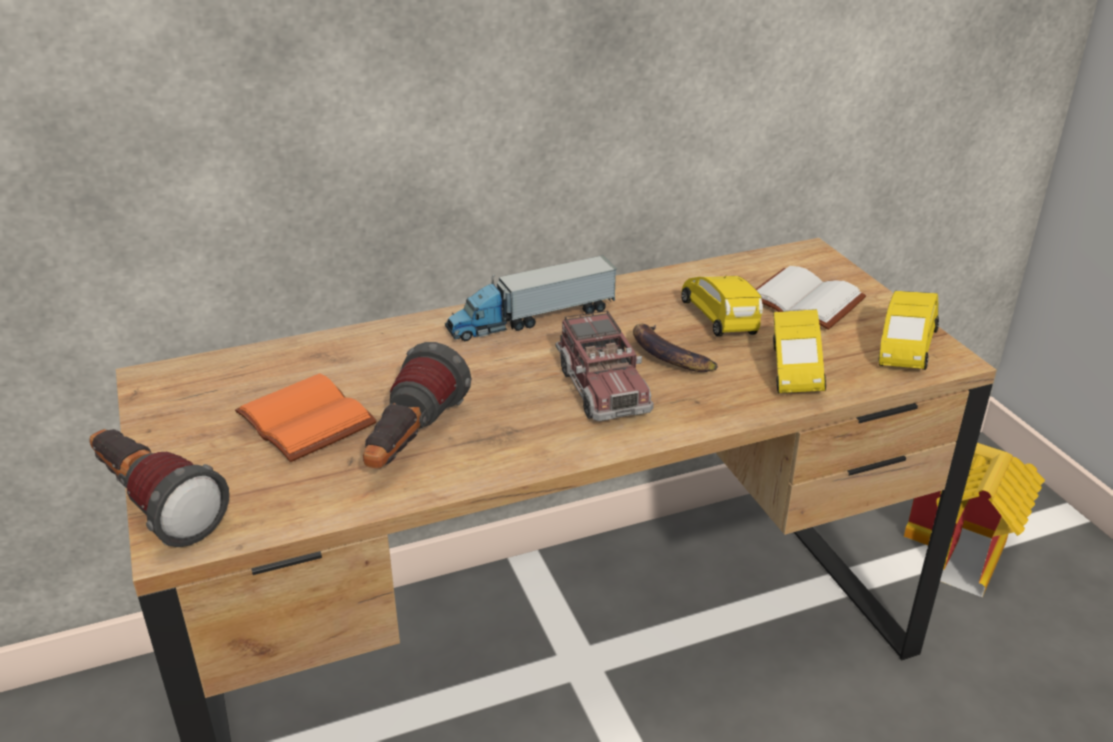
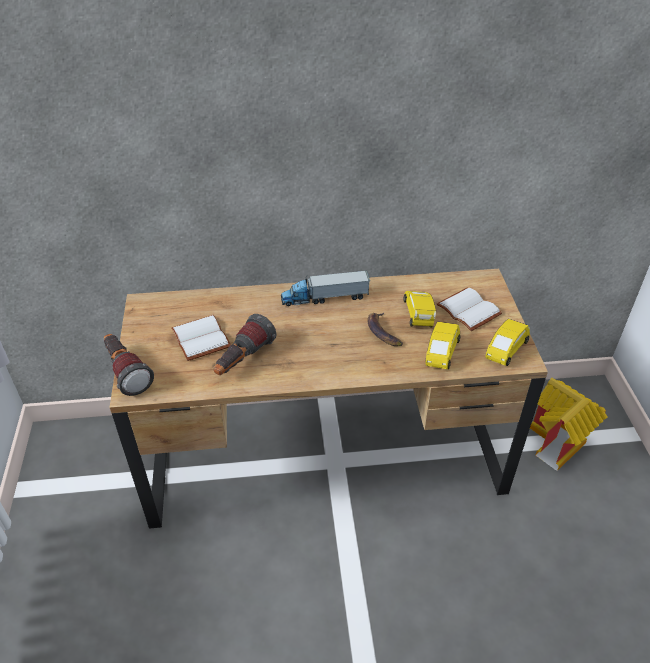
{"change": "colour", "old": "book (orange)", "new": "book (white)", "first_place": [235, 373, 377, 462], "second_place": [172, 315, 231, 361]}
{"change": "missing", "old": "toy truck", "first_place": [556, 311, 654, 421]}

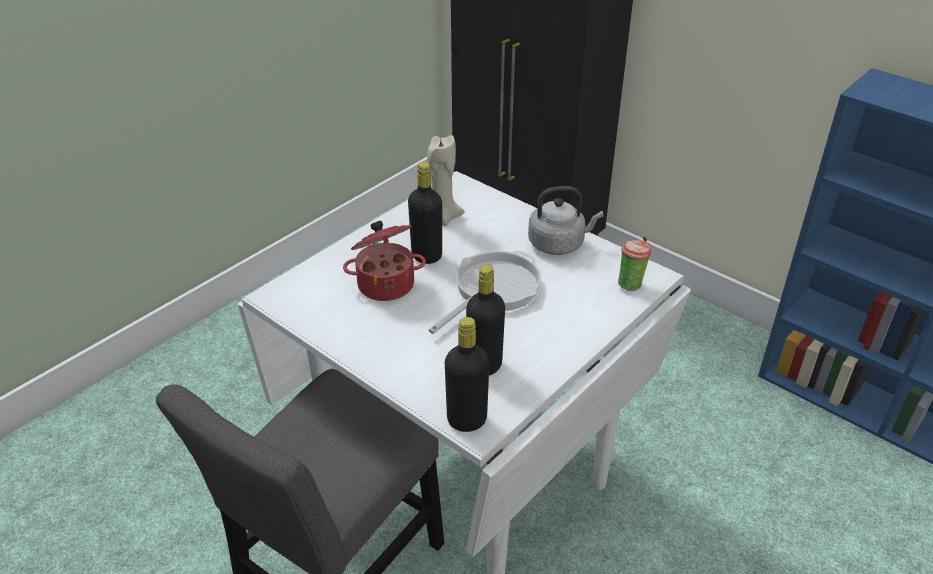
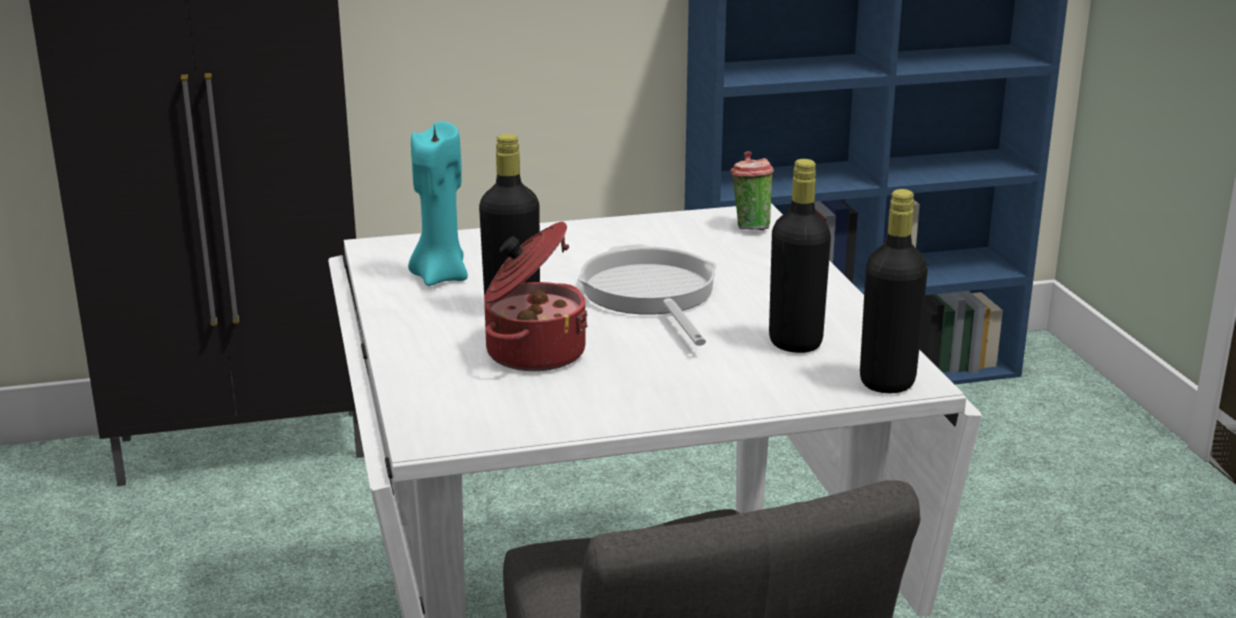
{"change": "colour", "old": "candle (beige)", "new": "candle (turquoise)", "first_place": [427, 135, 465, 226], "second_place": [408, 121, 468, 286]}
{"change": "missing", "old": "kettle (grey)", "first_place": [528, 186, 604, 255]}

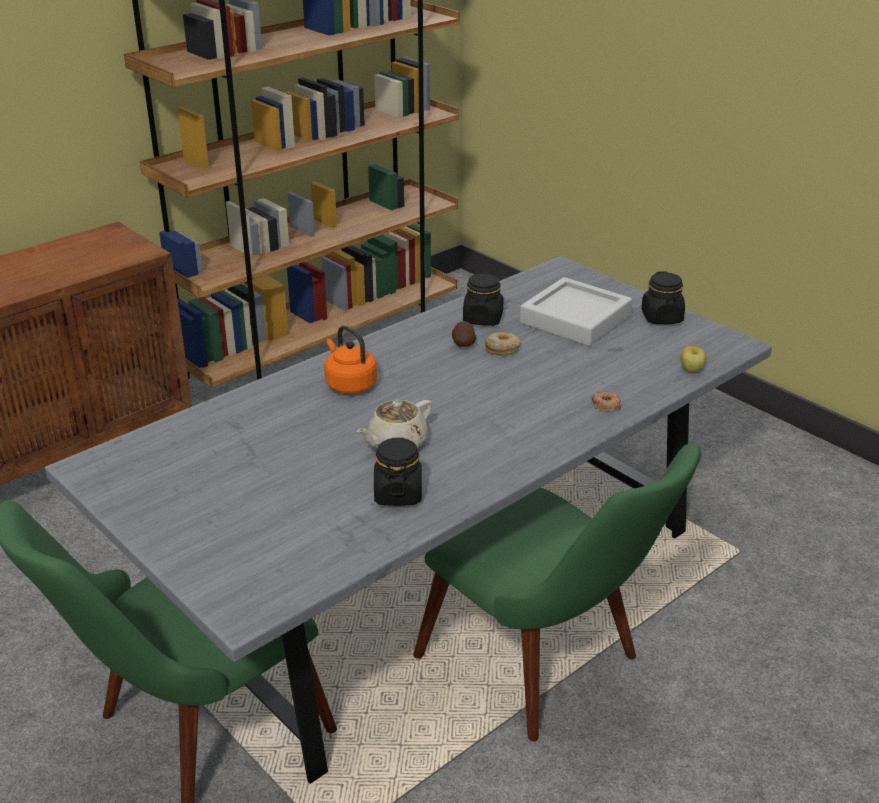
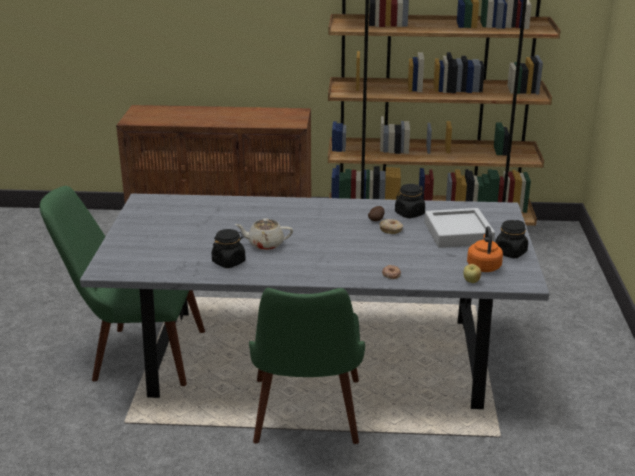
{"change": "relocated", "old": "kettle (orange)", "first_place": [324, 326, 377, 394], "second_place": [467, 226, 503, 272]}

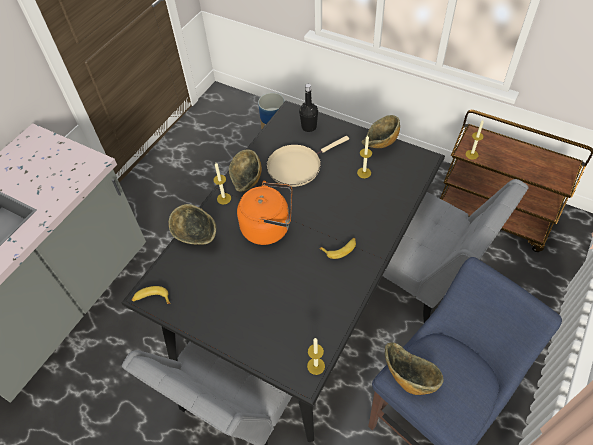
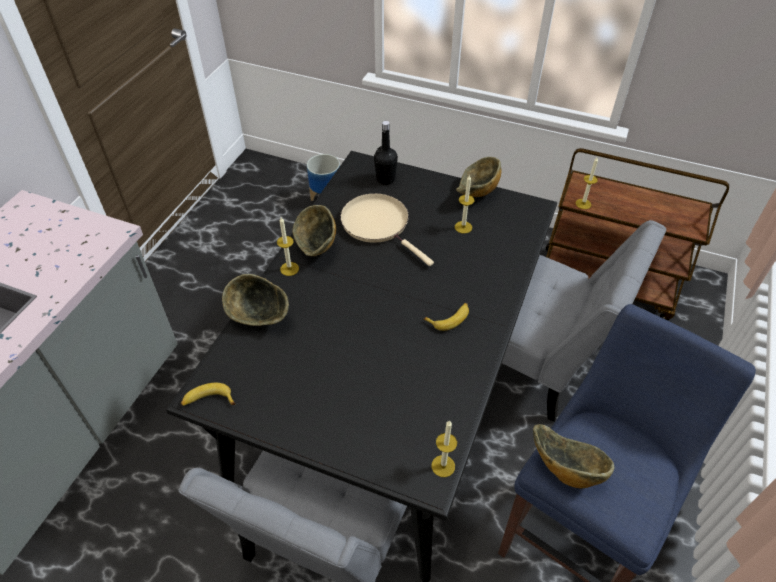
{"change": "spun", "old": "frying pan (beige)", "first_place": [267, 136, 349, 187], "second_place": [340, 193, 434, 266], "degrees": 90}
{"change": "missing", "old": "kettle (orange)", "first_place": [237, 181, 292, 245]}

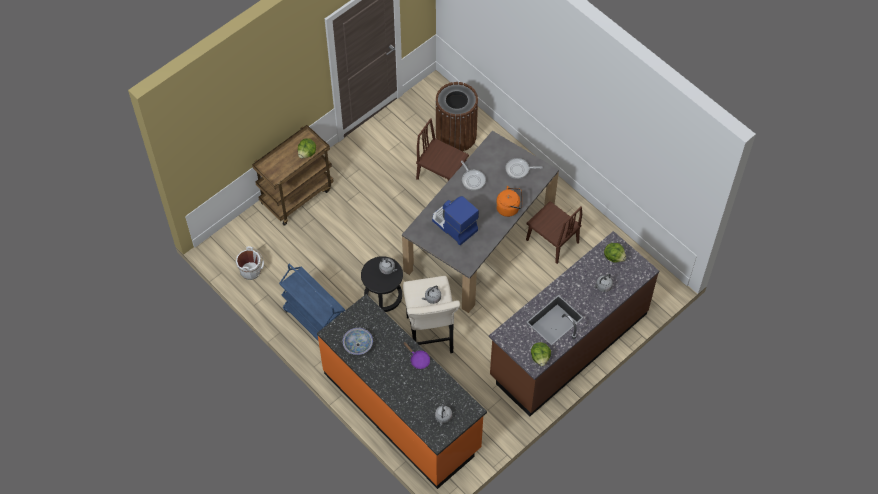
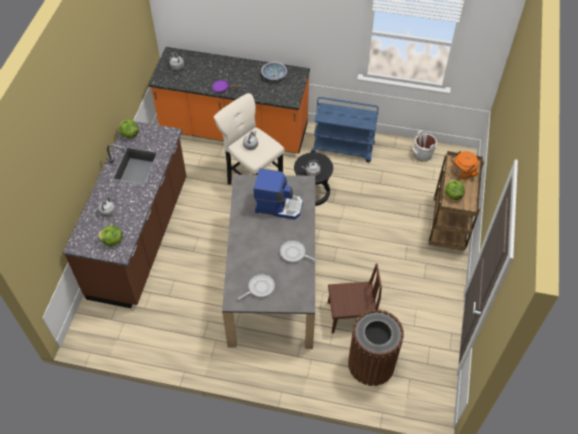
{"change": "relocated", "old": "kettle (orange)", "first_place": [496, 186, 522, 217], "second_place": [450, 151, 479, 178]}
{"change": "missing", "old": "chair (brown)", "first_place": [526, 201, 582, 264]}

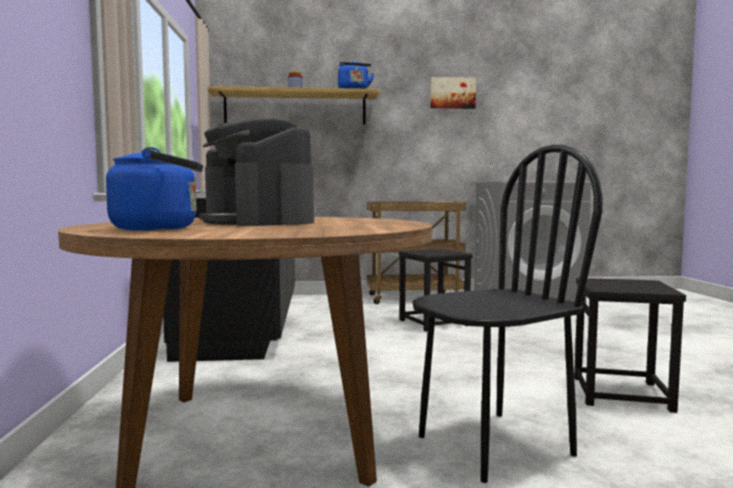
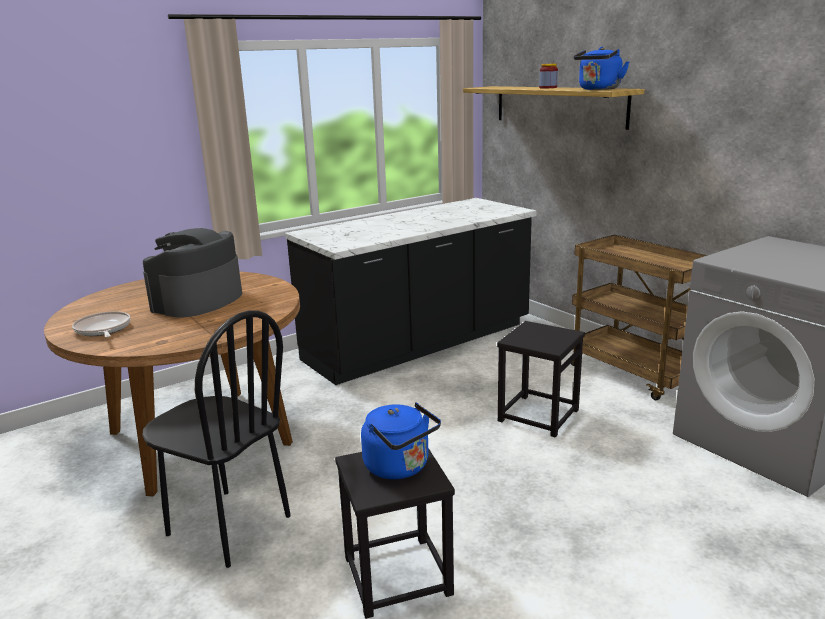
{"change": "appeared", "new": "frying pan", "second_place": [72, 311, 131, 338]}
{"change": "relocated", "old": "kettle (blue)", "first_place": [106, 147, 203, 231], "second_place": [361, 403, 441, 479]}
{"change": "missing", "old": "picture", "first_place": [430, 77, 476, 109]}

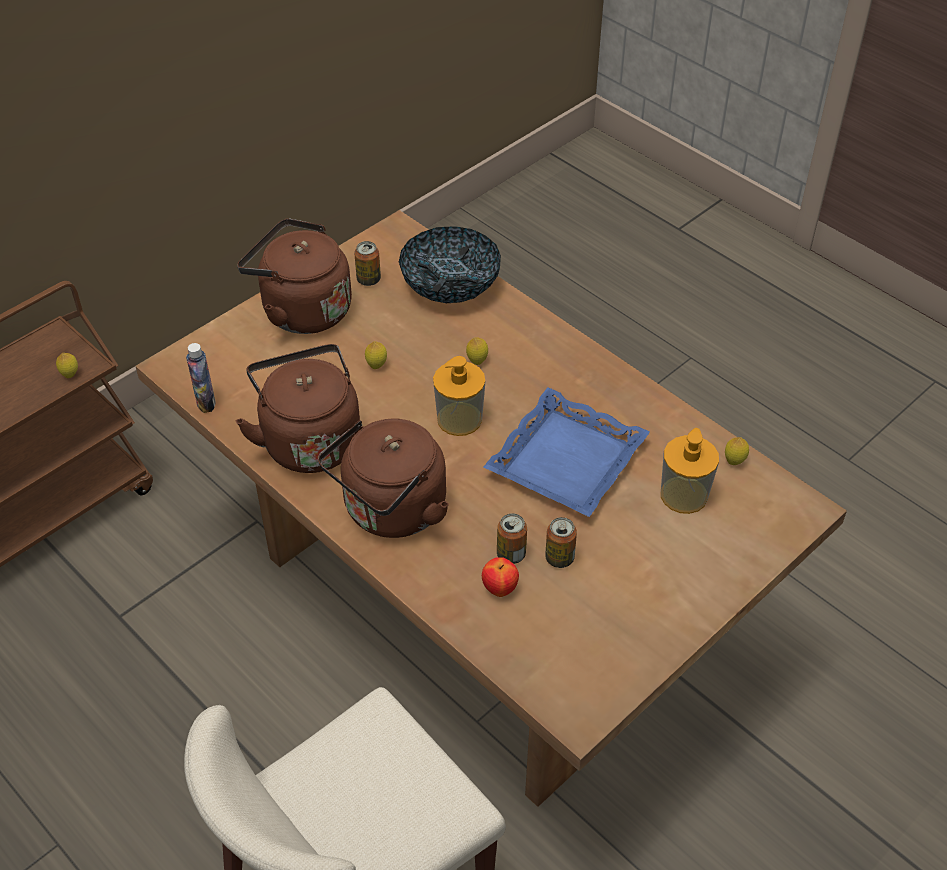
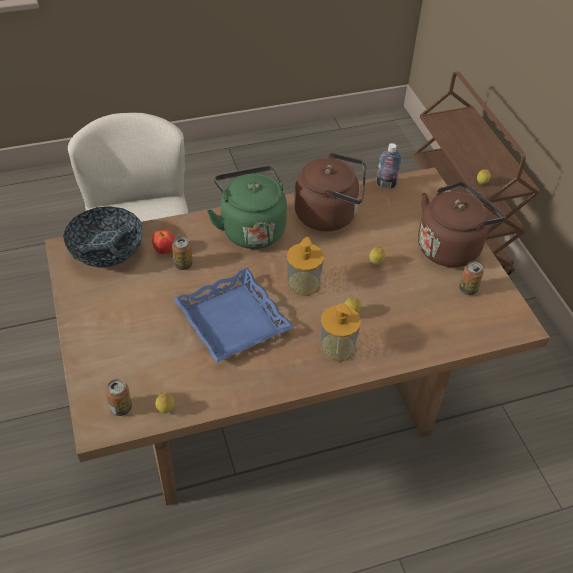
{"change": "relocated", "old": "bowl", "first_place": [399, 226, 501, 303], "second_place": [63, 207, 143, 268]}
{"change": "relocated", "old": "can", "first_place": [545, 517, 577, 568], "second_place": [106, 379, 132, 416]}
{"change": "colour", "old": "kettle (brown)", "new": "kettle (green)", "first_place": [318, 419, 449, 538], "second_place": [207, 166, 287, 249]}
{"change": "relocated", "old": "soap dispenser", "first_place": [661, 428, 719, 514], "second_place": [320, 303, 361, 362]}

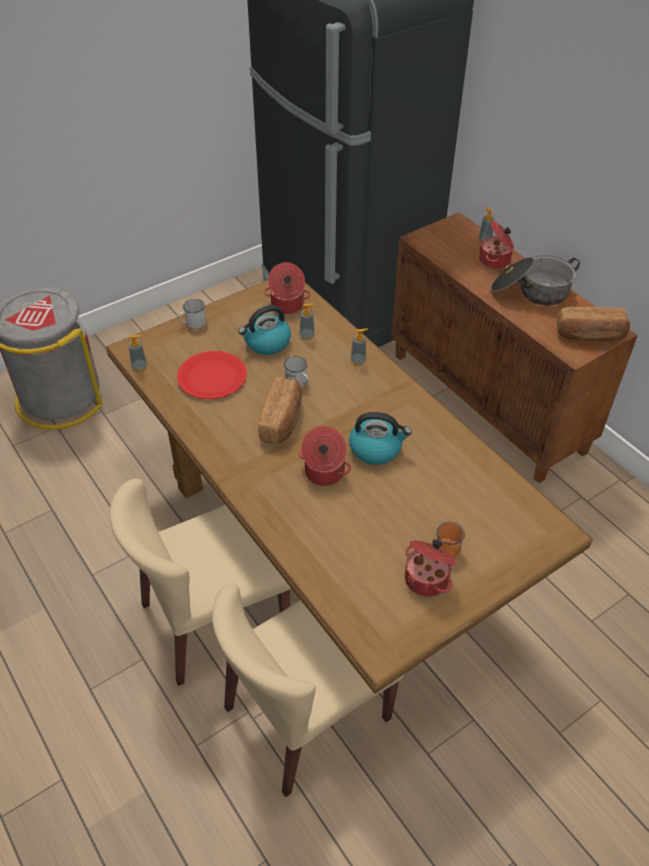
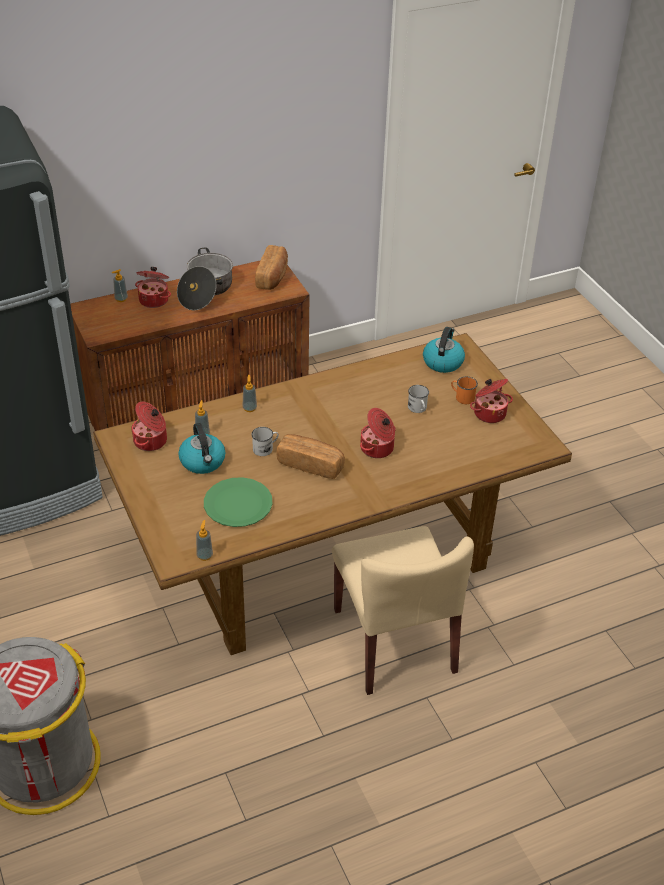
{"change": "colour", "old": "plate (red)", "new": "plate (green)", "first_place": [177, 351, 247, 399], "second_place": [204, 477, 273, 527]}
{"change": "relocated", "old": "mug (white)", "first_place": [178, 299, 206, 329], "second_place": [408, 385, 429, 413]}
{"change": "relocated", "old": "kettle", "first_place": [349, 412, 412, 465], "second_place": [423, 327, 465, 373]}
{"change": "missing", "old": "chair (beige)", "first_place": [212, 583, 404, 797]}

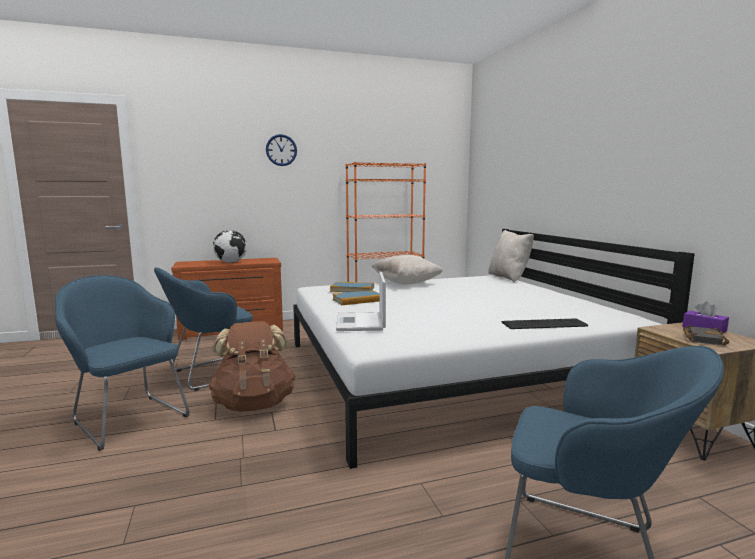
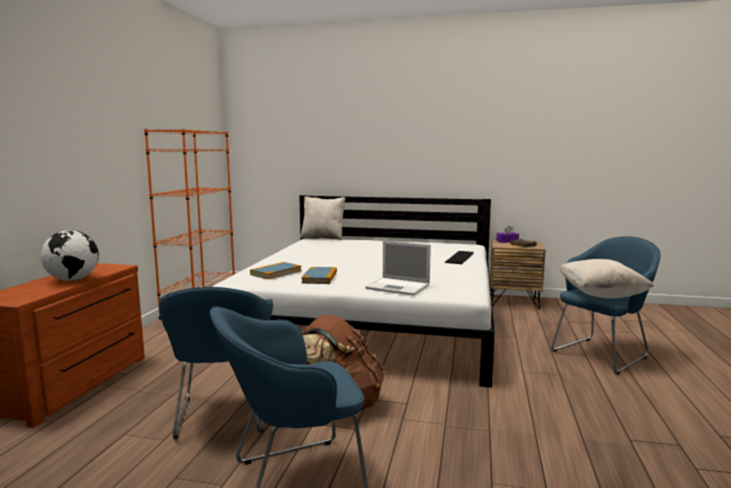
{"change": "relocated", "old": "pillow (beige)", "first_place": [372, 255, 443, 284], "second_place": [559, 259, 654, 298]}
{"change": "missing", "old": "wall clock", "first_place": [266, 134, 297, 166]}

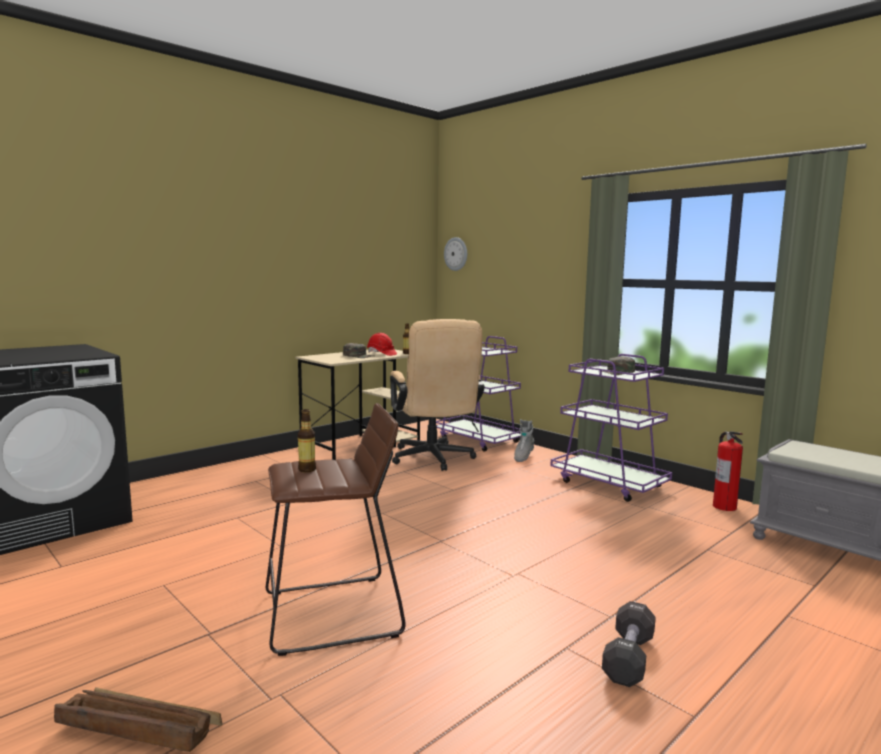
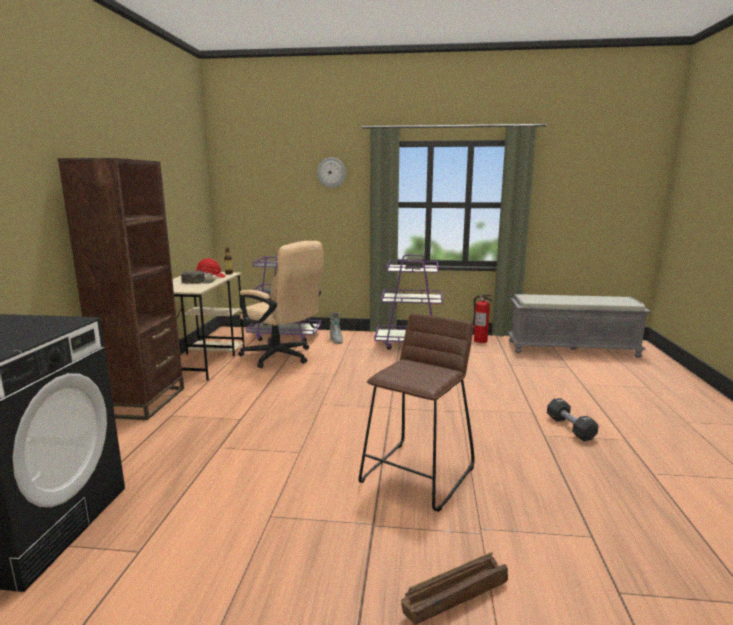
{"change": "appeared", "new": "bookcase (brown)", "second_place": [58, 158, 184, 420]}
{"change": "relocated", "old": "wall clock", "first_place": [444, 237, 467, 271], "second_place": [317, 157, 346, 188]}
{"change": "missing", "old": "bottle", "first_place": [298, 409, 316, 472]}

